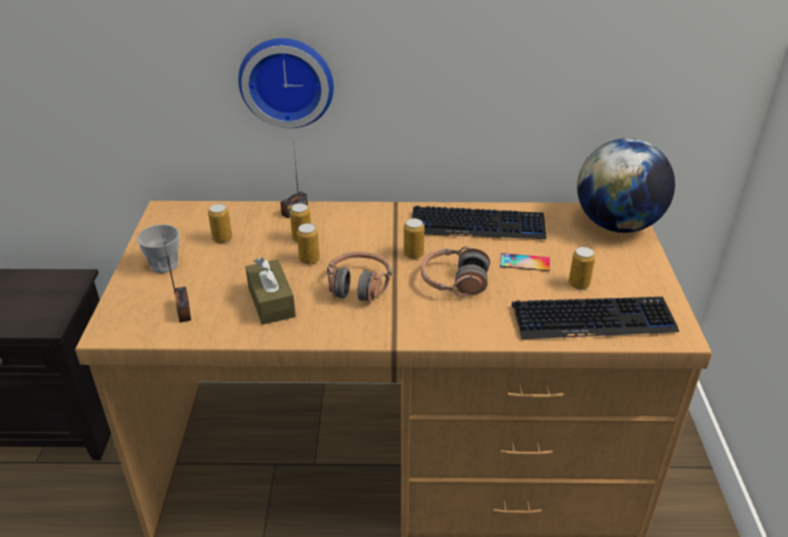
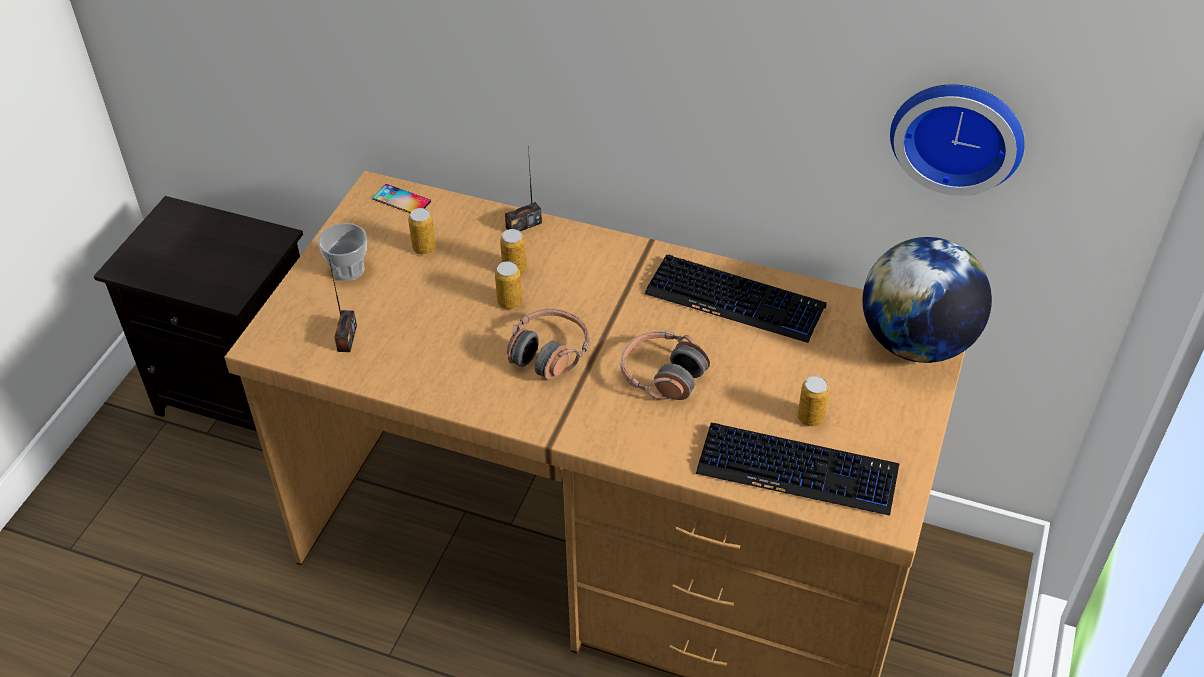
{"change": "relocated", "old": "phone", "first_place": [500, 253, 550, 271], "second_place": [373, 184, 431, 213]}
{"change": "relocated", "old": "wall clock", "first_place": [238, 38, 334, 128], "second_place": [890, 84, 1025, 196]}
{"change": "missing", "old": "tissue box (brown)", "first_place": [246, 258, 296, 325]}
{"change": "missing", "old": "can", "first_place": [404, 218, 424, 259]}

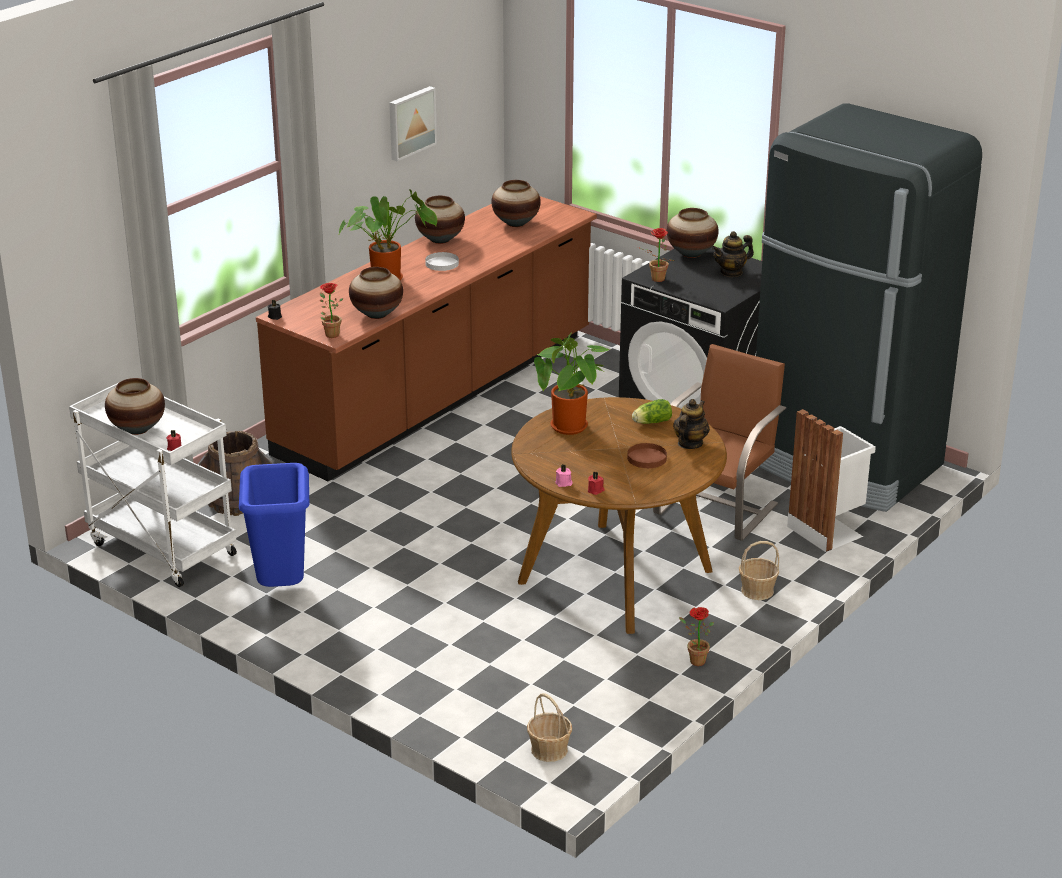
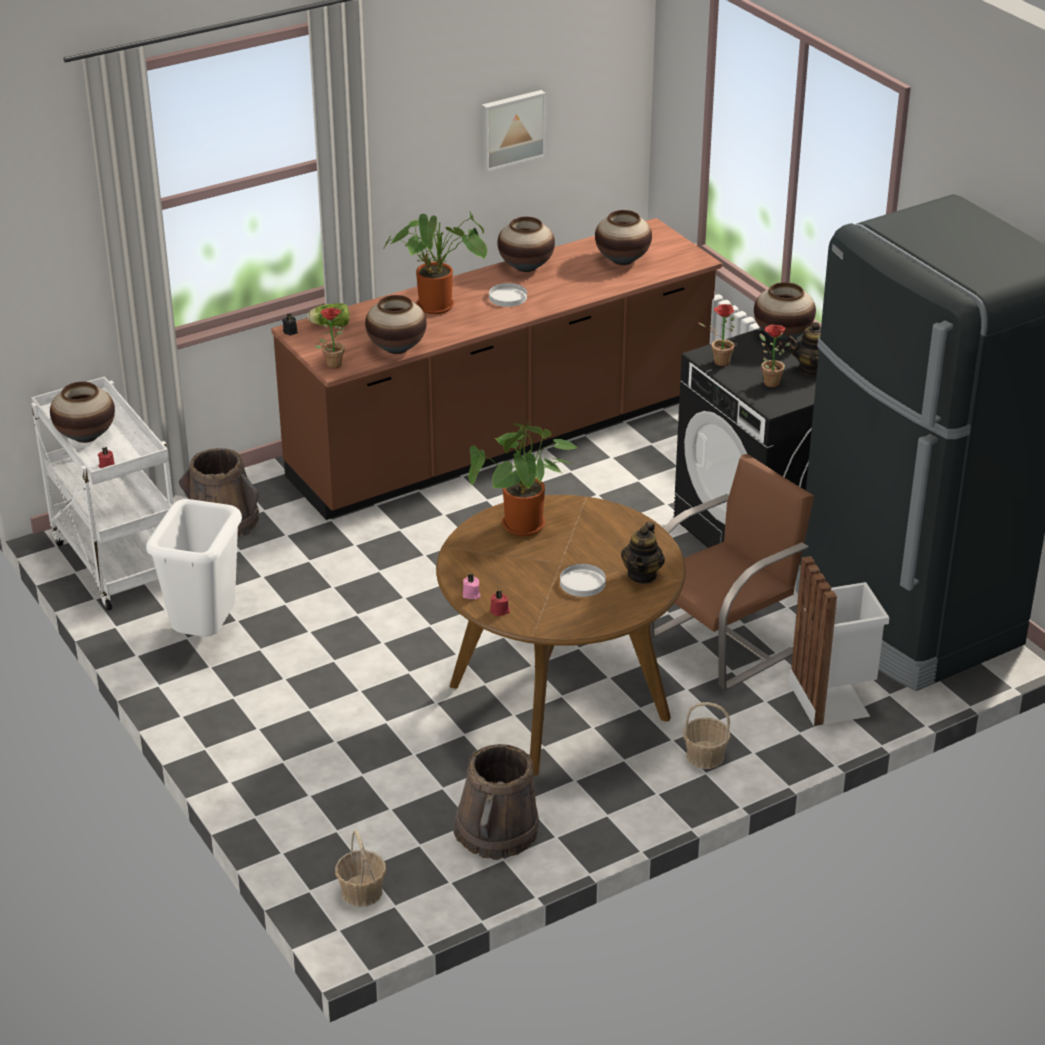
{"change": "colour", "old": "trash can (blue)", "new": "trash can (white)", "first_place": [239, 463, 309, 587], "second_place": [146, 499, 242, 637]}
{"change": "relocated", "old": "lettuce", "first_place": [632, 399, 672, 424], "second_place": [307, 303, 350, 327]}
{"change": "appeared", "new": "bucket (brown)", "second_place": [453, 744, 539, 860]}
{"change": "colour", "old": "plate (brown)", "new": "plate (white)", "first_place": [627, 443, 667, 468], "second_place": [560, 564, 606, 597]}
{"change": "spun", "old": "teapot", "first_place": [673, 399, 710, 449], "second_place": [621, 521, 665, 584], "degrees": 150}
{"change": "relocated", "old": "potted plant", "first_place": [679, 607, 714, 666], "second_place": [760, 325, 790, 387]}

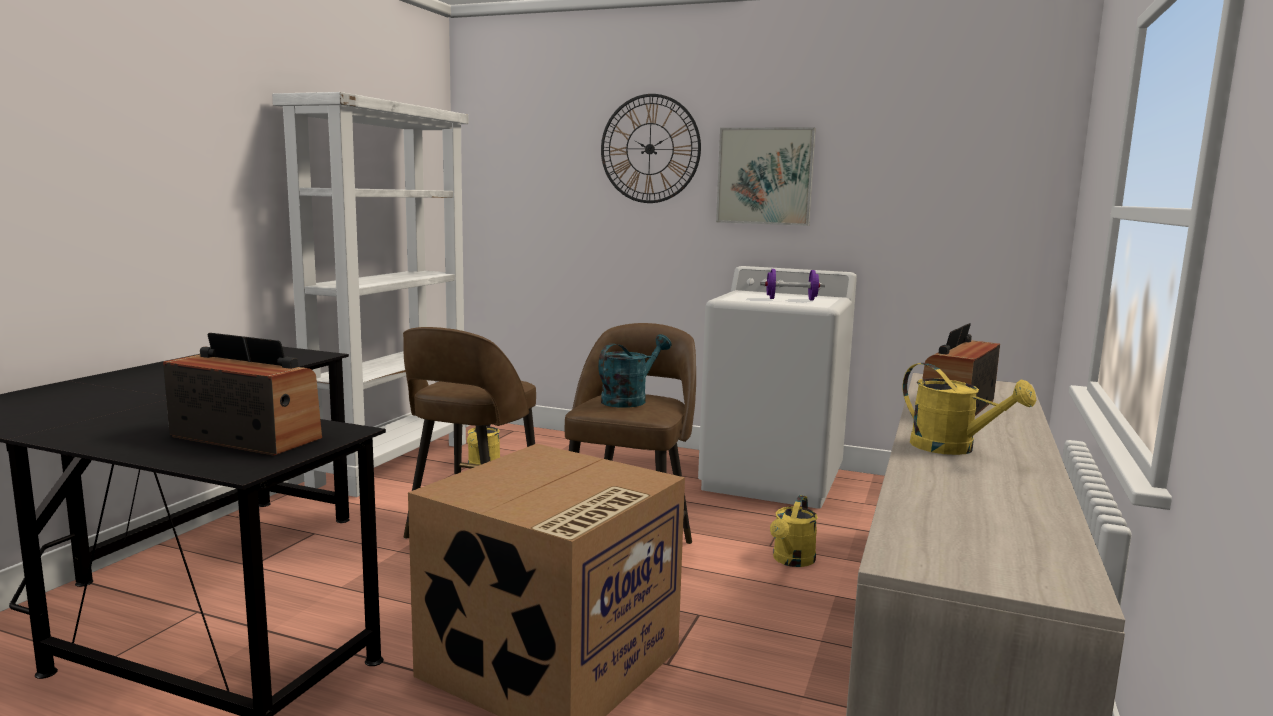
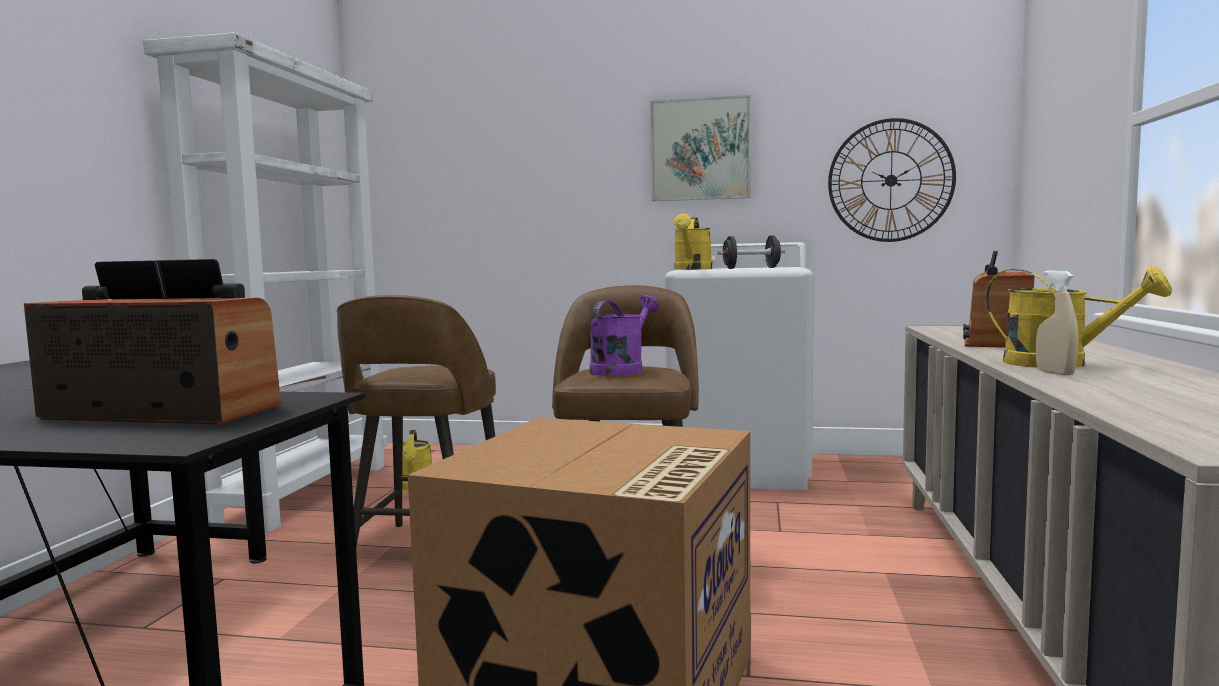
{"change": "colour", "old": "watering can (turquoise)", "new": "watering can (purple)", "first_place": [598, 334, 672, 408], "second_place": [589, 294, 659, 376]}
{"change": "relocated", "old": "watering can (yellow)", "first_place": [770, 495, 818, 567], "second_place": [674, 213, 712, 270]}
{"change": "colour", "old": "dumbbell (purple)", "new": "dumbbell (black)", "first_place": [760, 269, 825, 300], "second_place": [718, 235, 785, 269]}
{"change": "relocated", "old": "wall clock", "first_place": [601, 94, 701, 203], "second_place": [828, 118, 956, 242]}
{"change": "appeared", "new": "spray bottle (beige)", "second_place": [1036, 270, 1078, 375]}

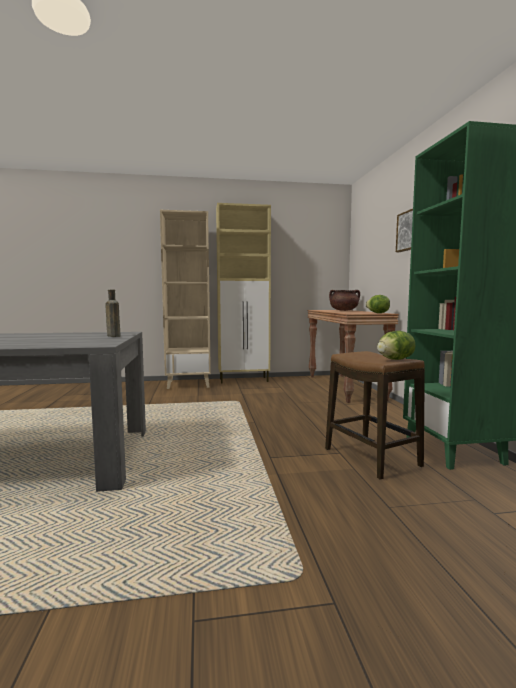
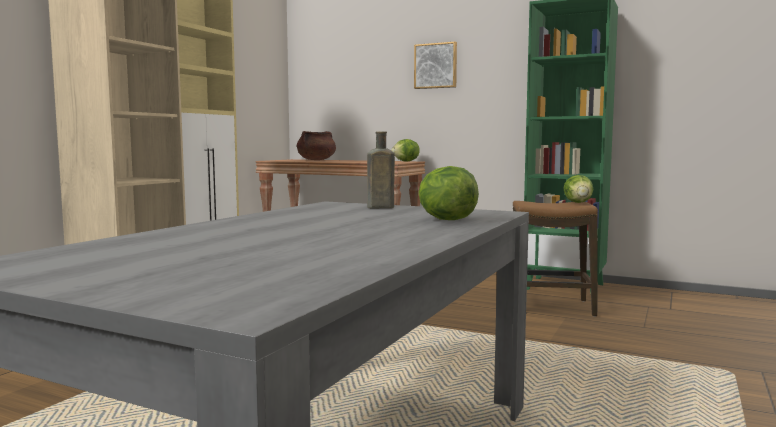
{"change": "appeared", "new": "lettuce", "second_place": [418, 166, 479, 220]}

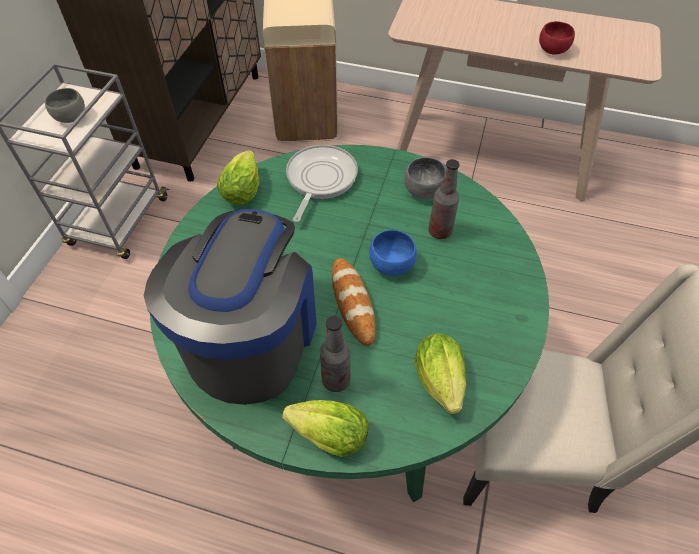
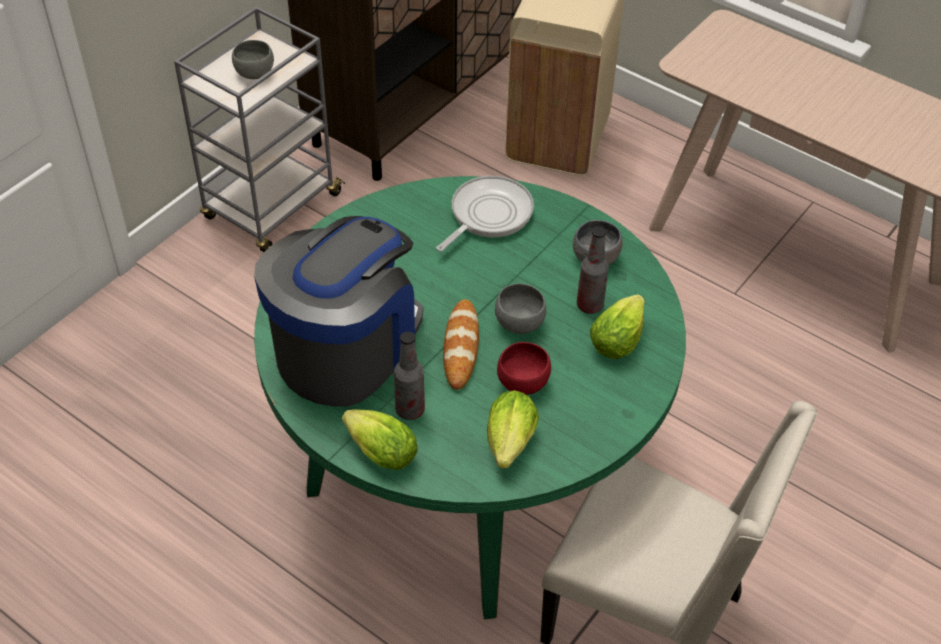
{"change": "colour", "old": "bowl (blue)", "new": "bowl (grey)", "first_place": [369, 230, 417, 276], "second_place": [495, 283, 546, 334]}
{"change": "relocated", "old": "bowl (red)", "first_place": [539, 21, 575, 55], "second_place": [497, 342, 551, 395]}
{"change": "relocated", "old": "lettuce", "first_place": [217, 150, 259, 205], "second_place": [590, 295, 645, 359]}

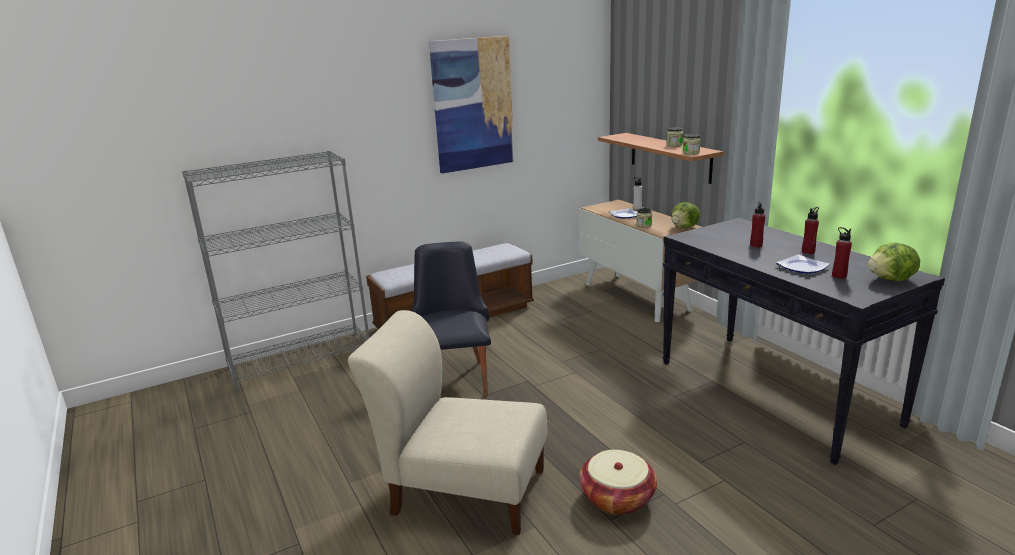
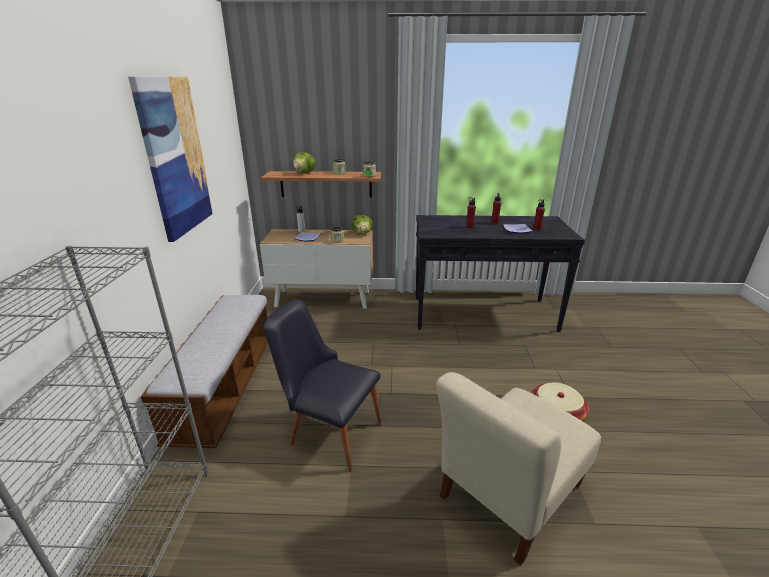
{"change": "relocated", "old": "lettuce", "first_place": [867, 242, 920, 281], "second_place": [293, 152, 315, 173]}

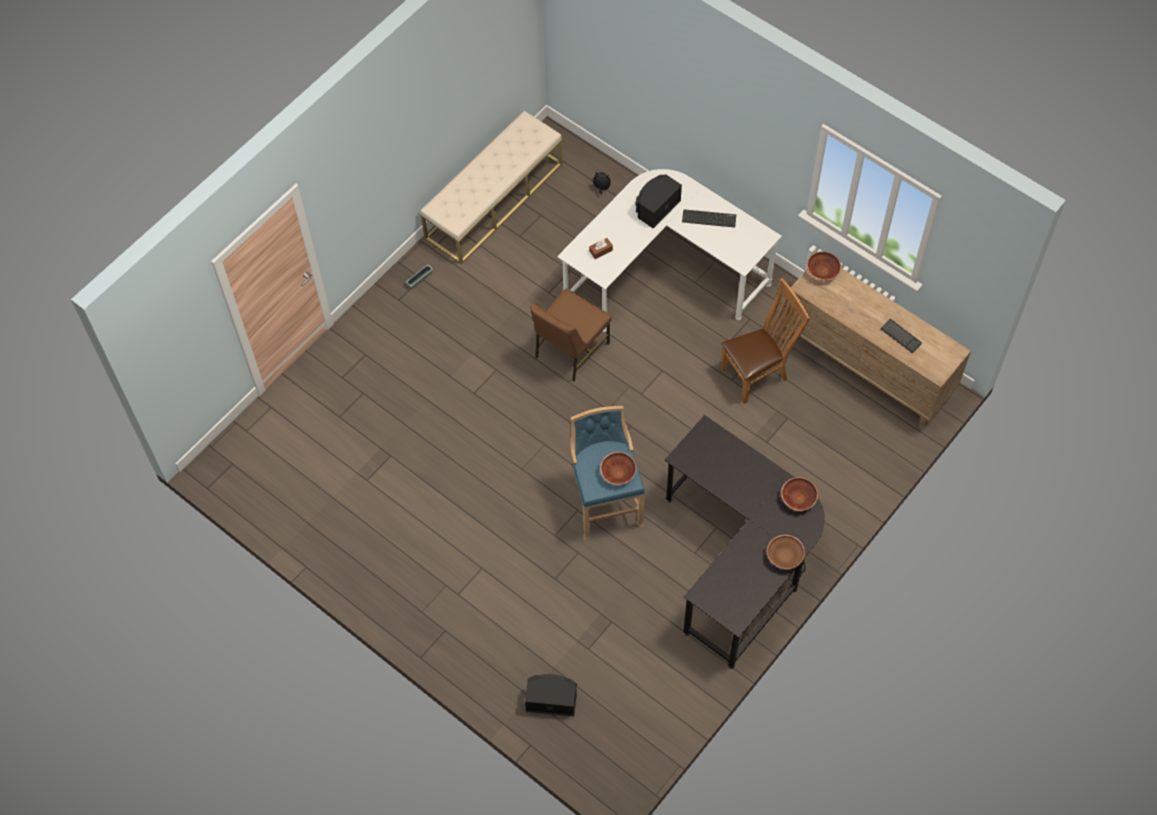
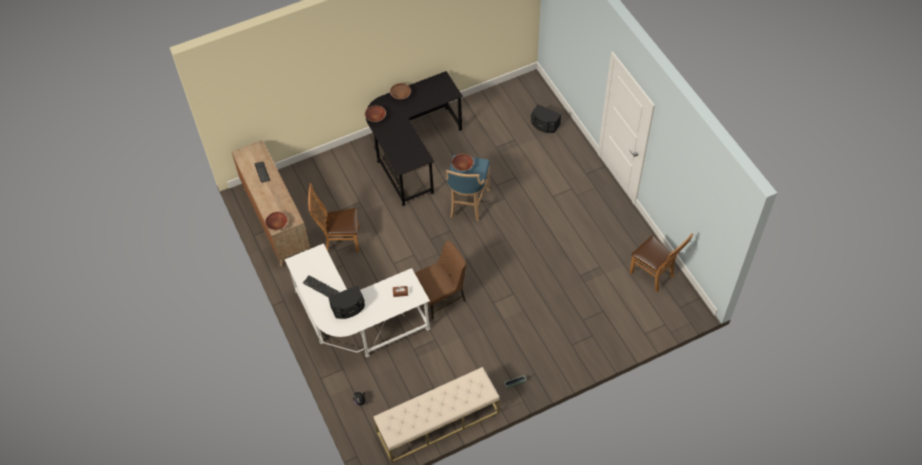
{"change": "appeared", "new": "chair (brown)", "second_place": [629, 233, 693, 292]}

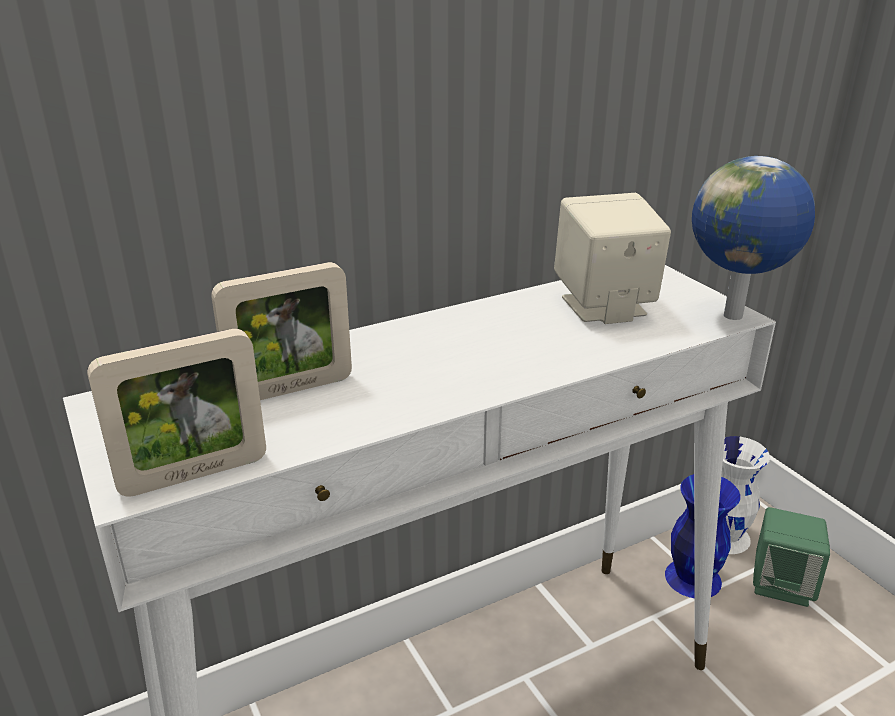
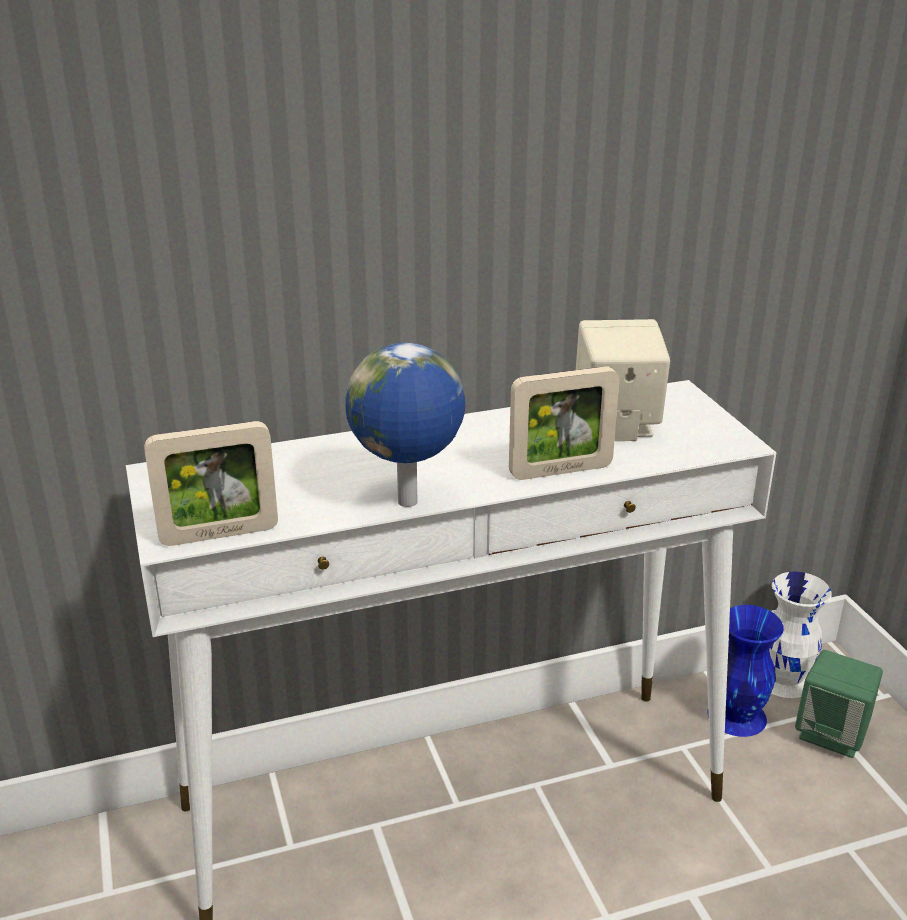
{"change": "relocated", "old": "globe", "first_place": [692, 156, 815, 320], "second_place": [345, 343, 465, 507]}
{"change": "relocated", "old": "picture frame", "first_place": [211, 262, 352, 400], "second_place": [509, 366, 619, 480]}

